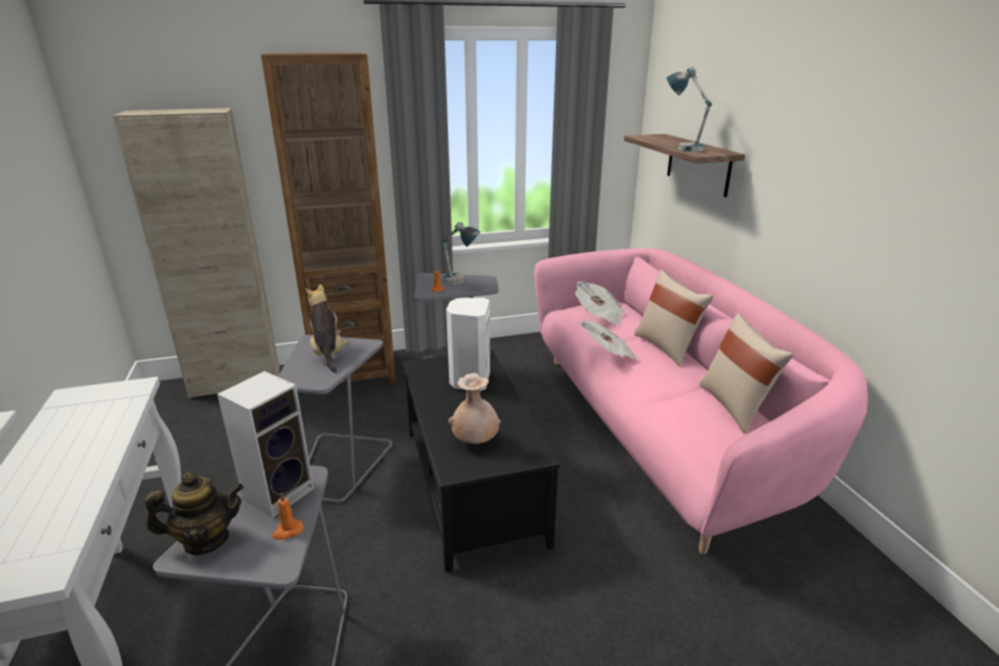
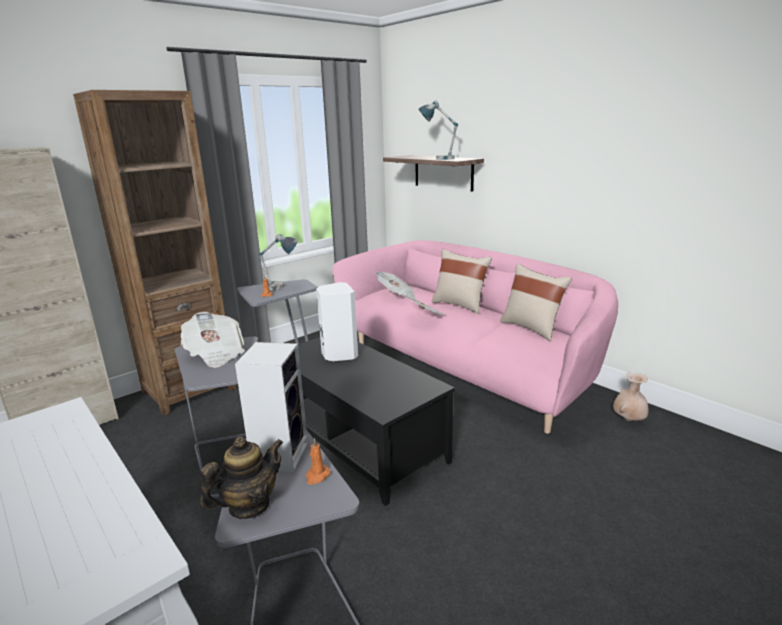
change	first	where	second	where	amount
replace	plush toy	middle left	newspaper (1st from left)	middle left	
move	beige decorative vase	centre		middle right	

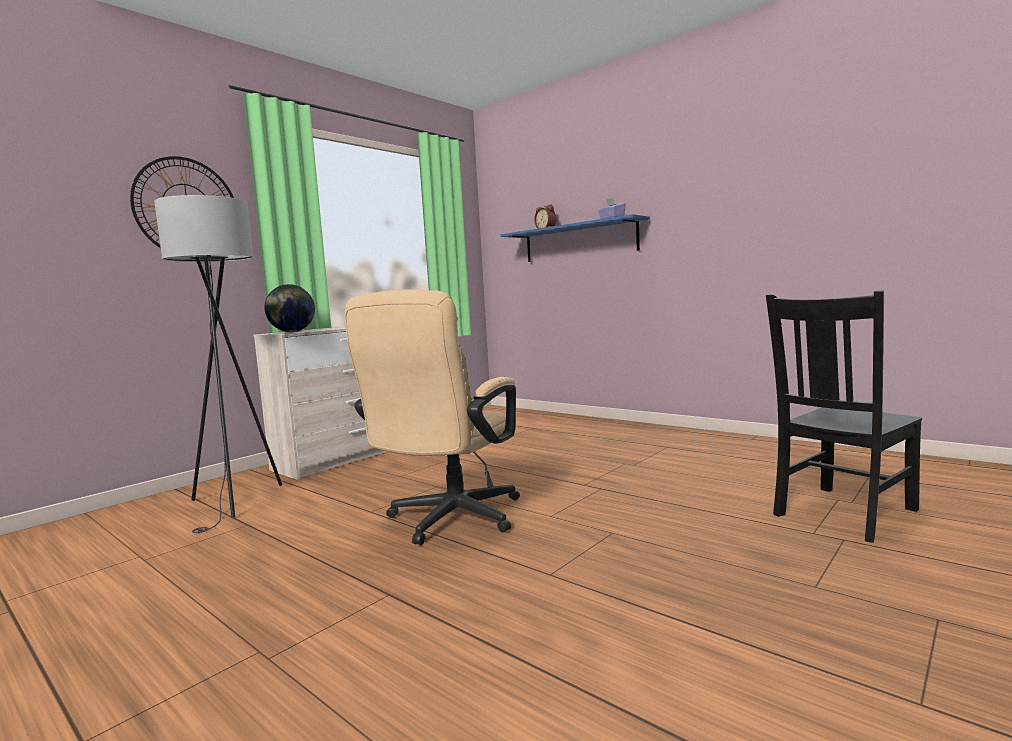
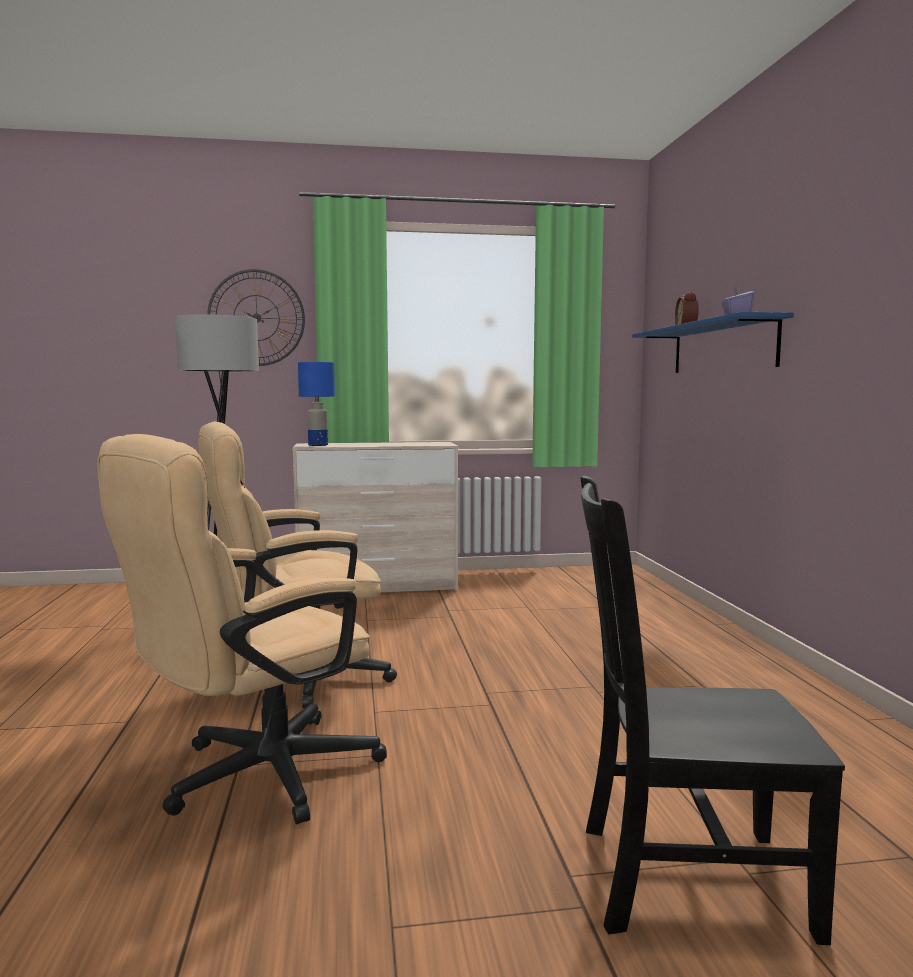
change	first	where	second	where	amount
insert			beige office chair (1st from left)	middle left	
replace	globe	middle left	bluish lamp for a table	centre	

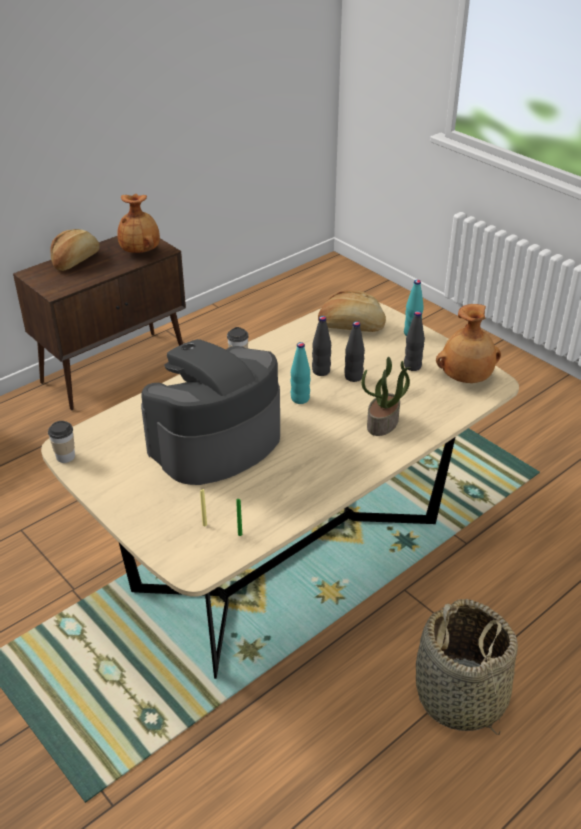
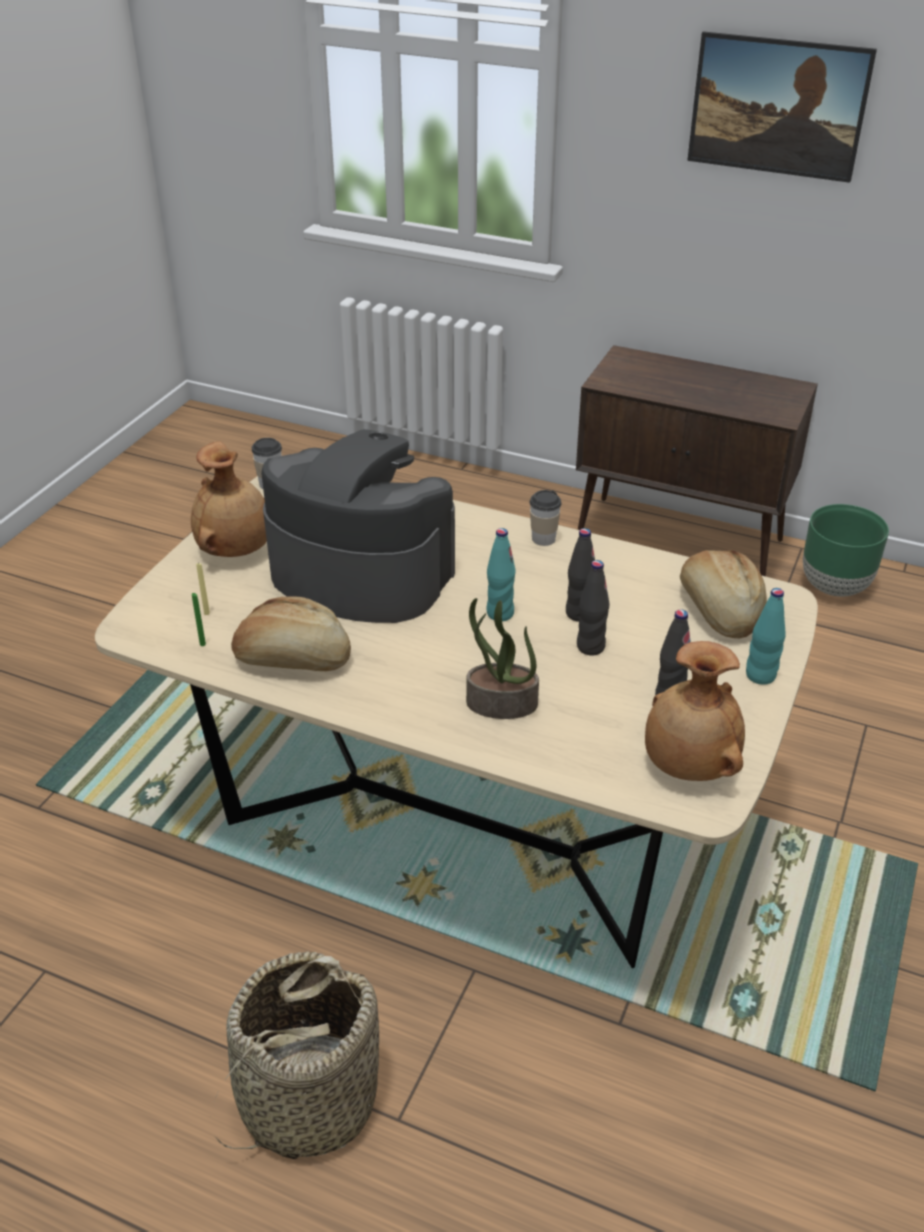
change	first	where	second	where	amount
move	brown decorative vase (1st from left)	top left		middle left	
move	bread (1st from left)	top left		middle left	
insert			wall art	top right	
insert			green planter	middle right	

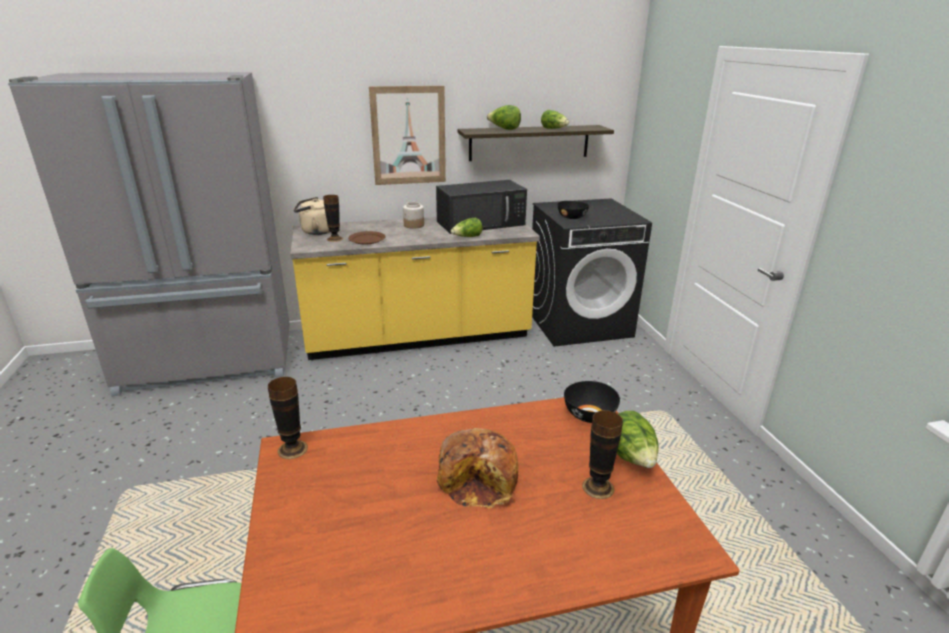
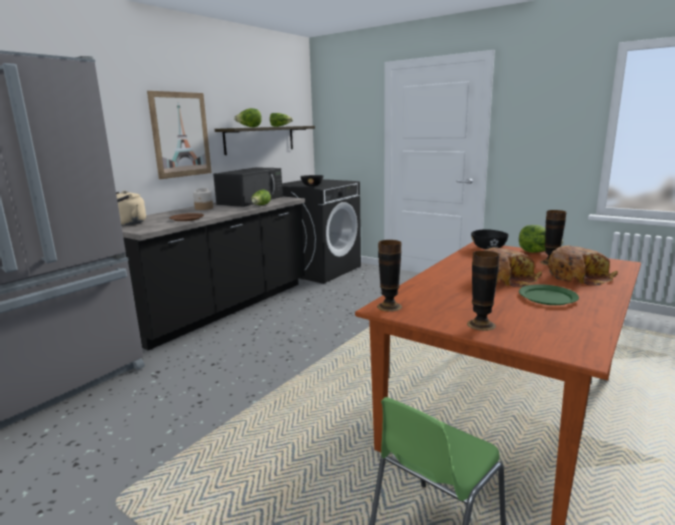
change	first	where	second	where	amount
recolor	yellowish counter	centre	black counter	middle left	
move	decorative vase (2nd from left)	centre		middle right	
insert			green flat dish	middle right	
insert			bread (2nd from left)	middle right	

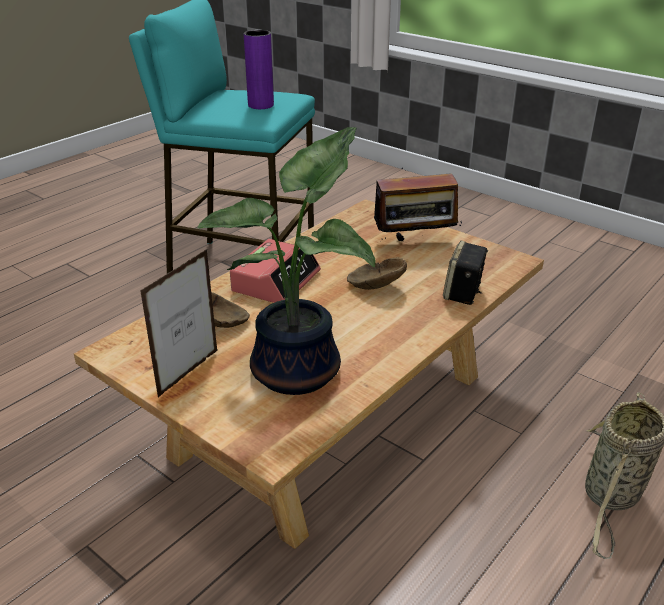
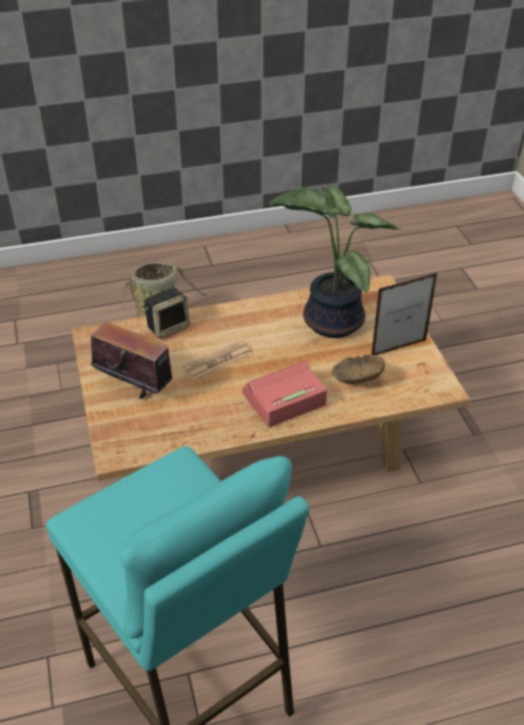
change	first	where	second	where	amount
replace	brown bowl (2nd from left)	centre	newspaper	centre	
delete	purple decorative vase	top centre			

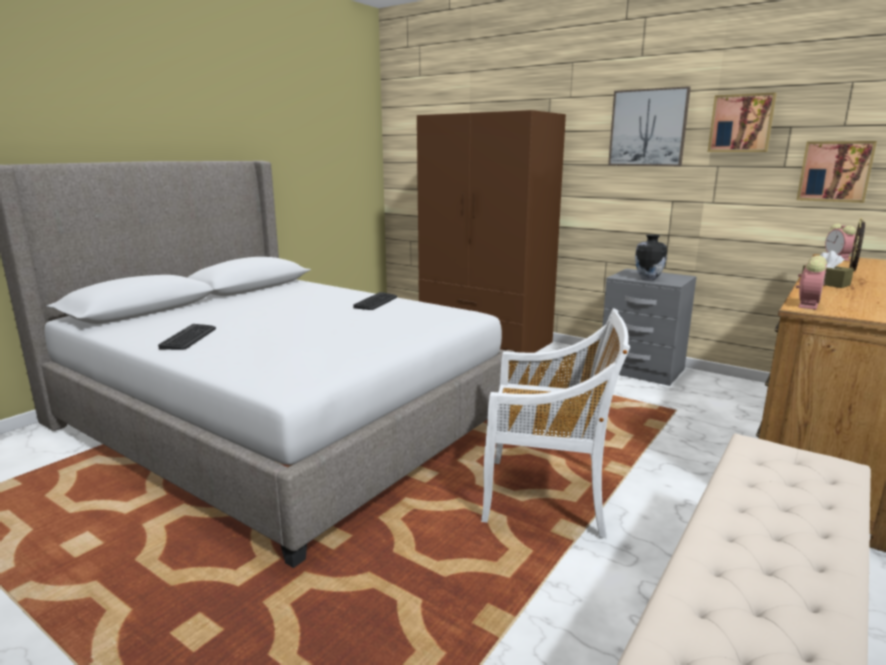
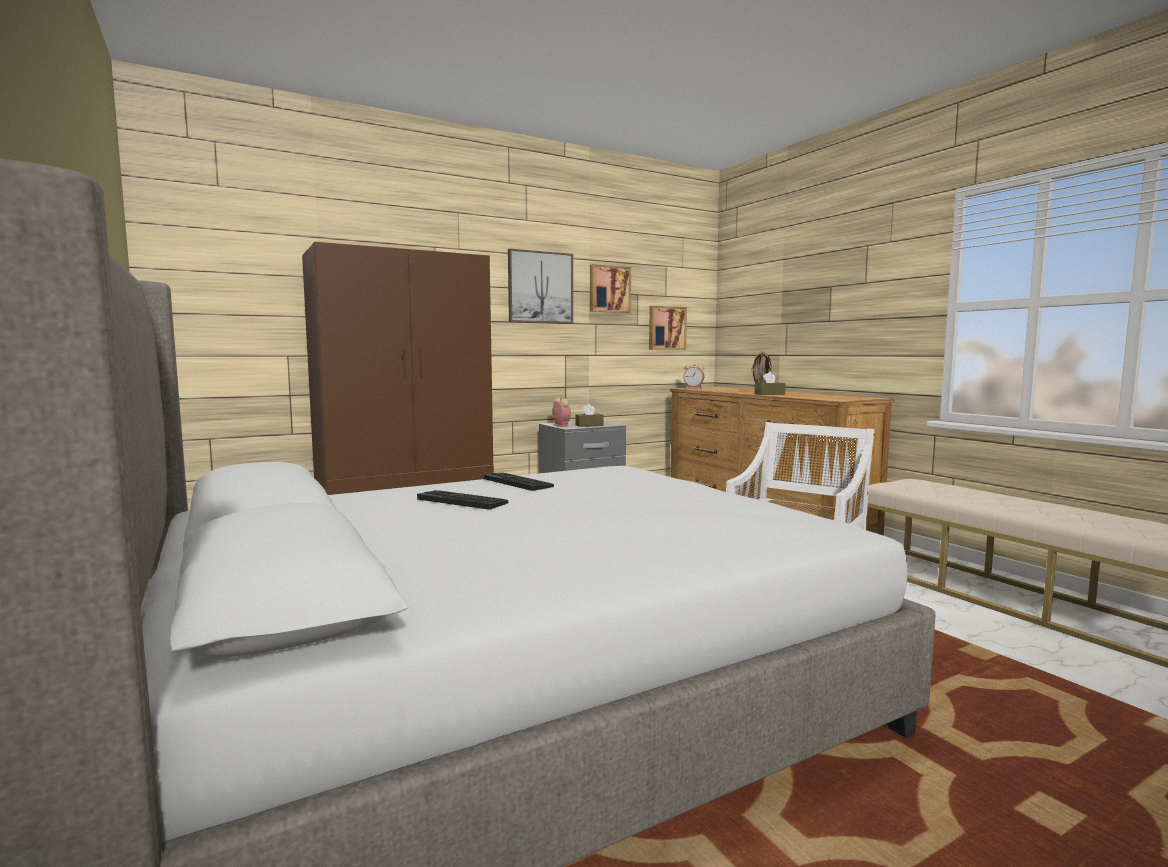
change	first	where	second	where	amount
move	computer keyboard (1st from left)	middle left		centre	
move	table clock (1st from left)	middle right		centre	
replace	decorative vase	middle right	brown tissue holder (1st from left)	centre	

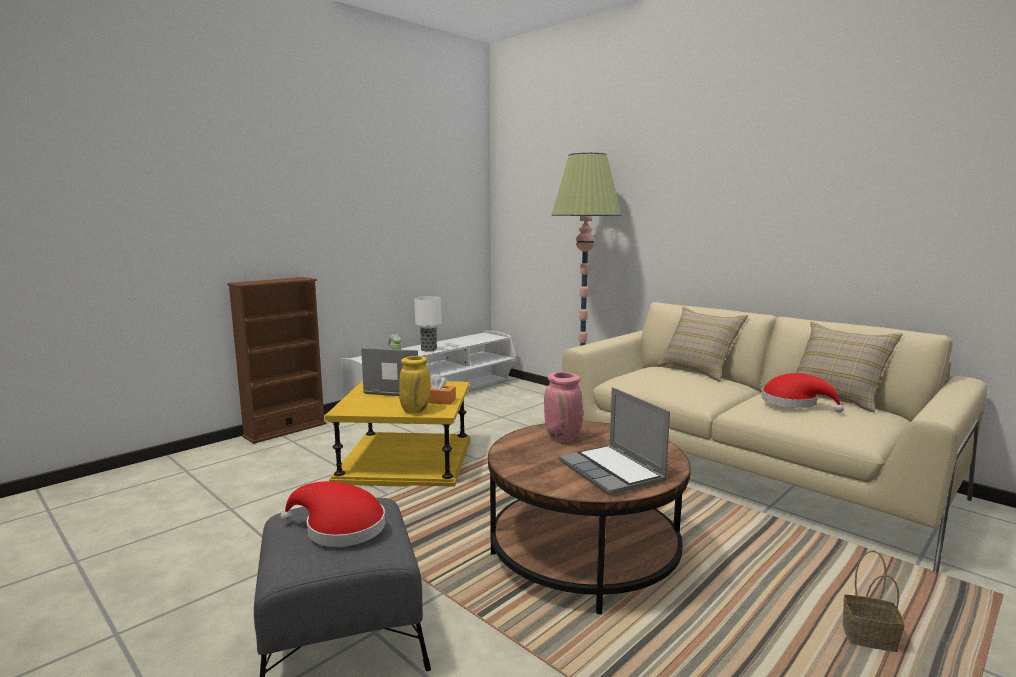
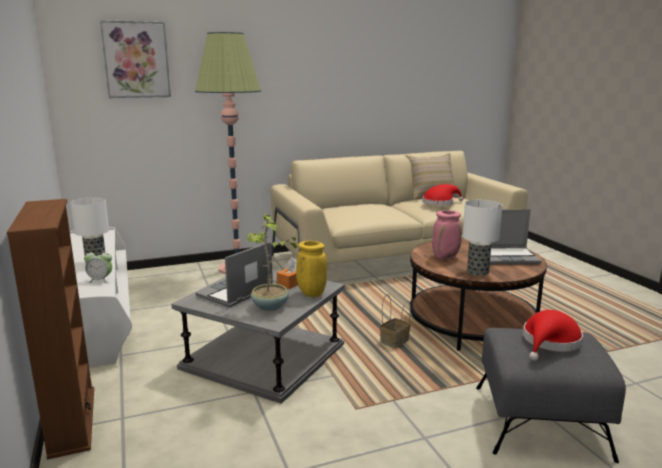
change	first	where	second	where	amount
insert			wall art	top left	
recolor	yellowish accent table	centre	gray accent table	bottom centre	
insert			plant in a pot	centre	
move	storage basket	bottom right		bottom centre	
insert			lamp for a table (2nd from left)	middle right	
delete	beige cushion (1st from left)	middle right			

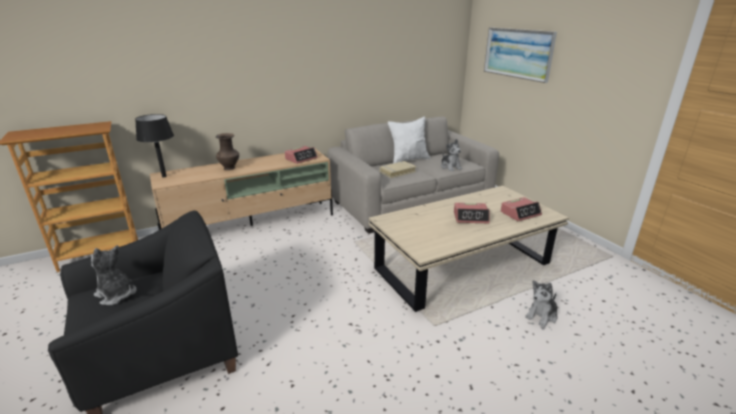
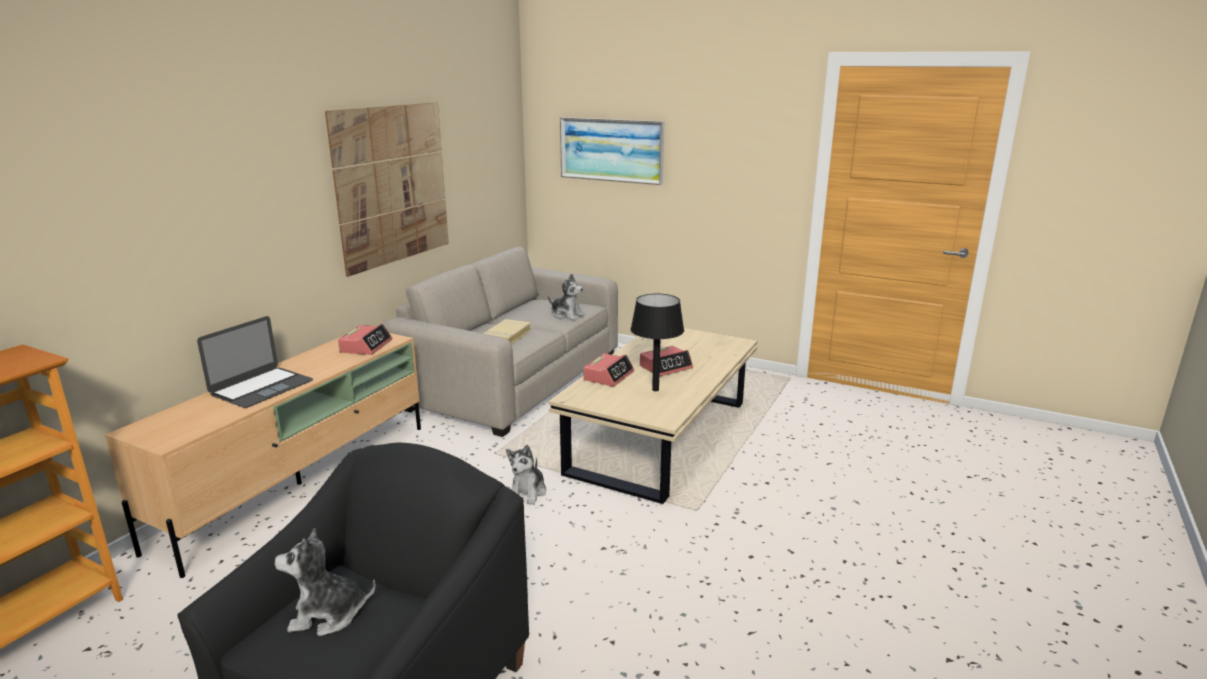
change	first	where	second	where	amount
replace	brown decorative vase	middle left	laptop	middle left	
insert			wall art (1st from left)	top left	
move	plush toy (3rd from left in the first image)	bottom right	plush toy (2nd from left)	bottom centre	
move	table clock (3rd from left in the first image)	middle right	table clock (2nd from left)	centre	
move	black lamp for a table	middle left		centre	
delete	white cushion	centre			

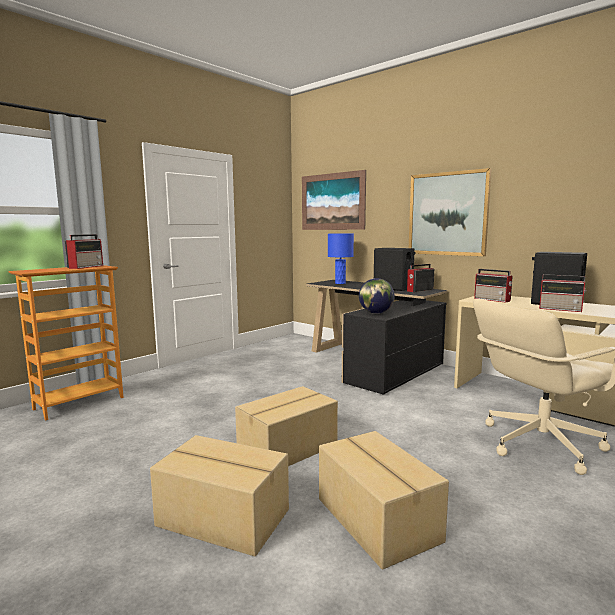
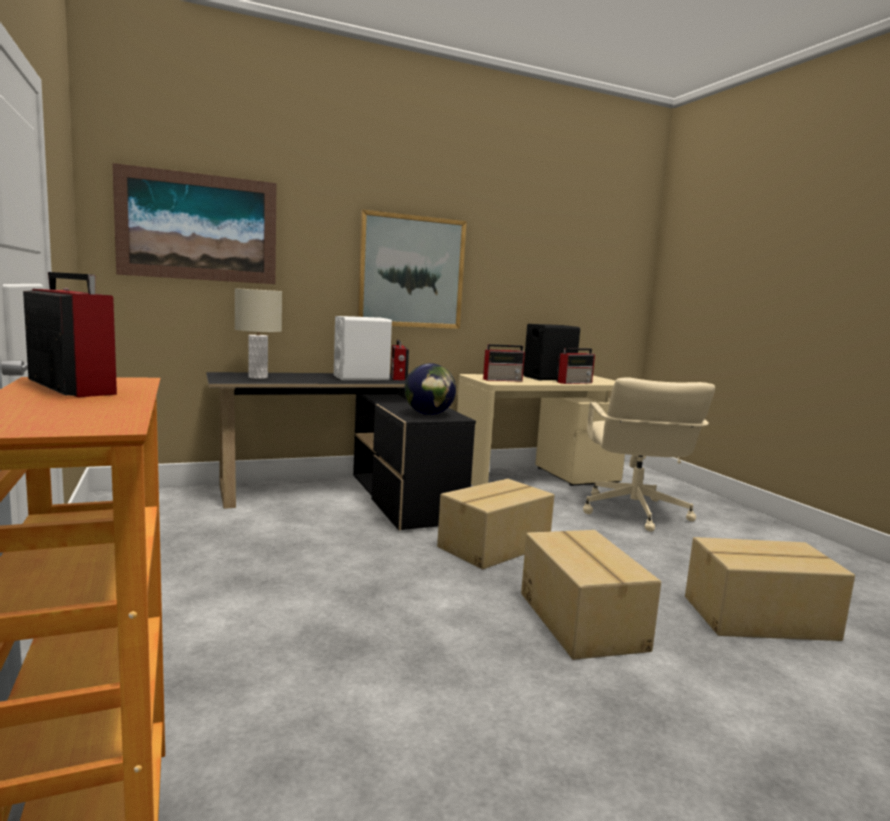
change	first	where	second	where	amount
recolor	bluish lamp for a table	centre	beige lamp for a table	middle left	
recolor	black audio speaker (1st from left)	centre	white audio speaker	centre	
move	cardboard box (1st from left)	bottom centre		centre	

